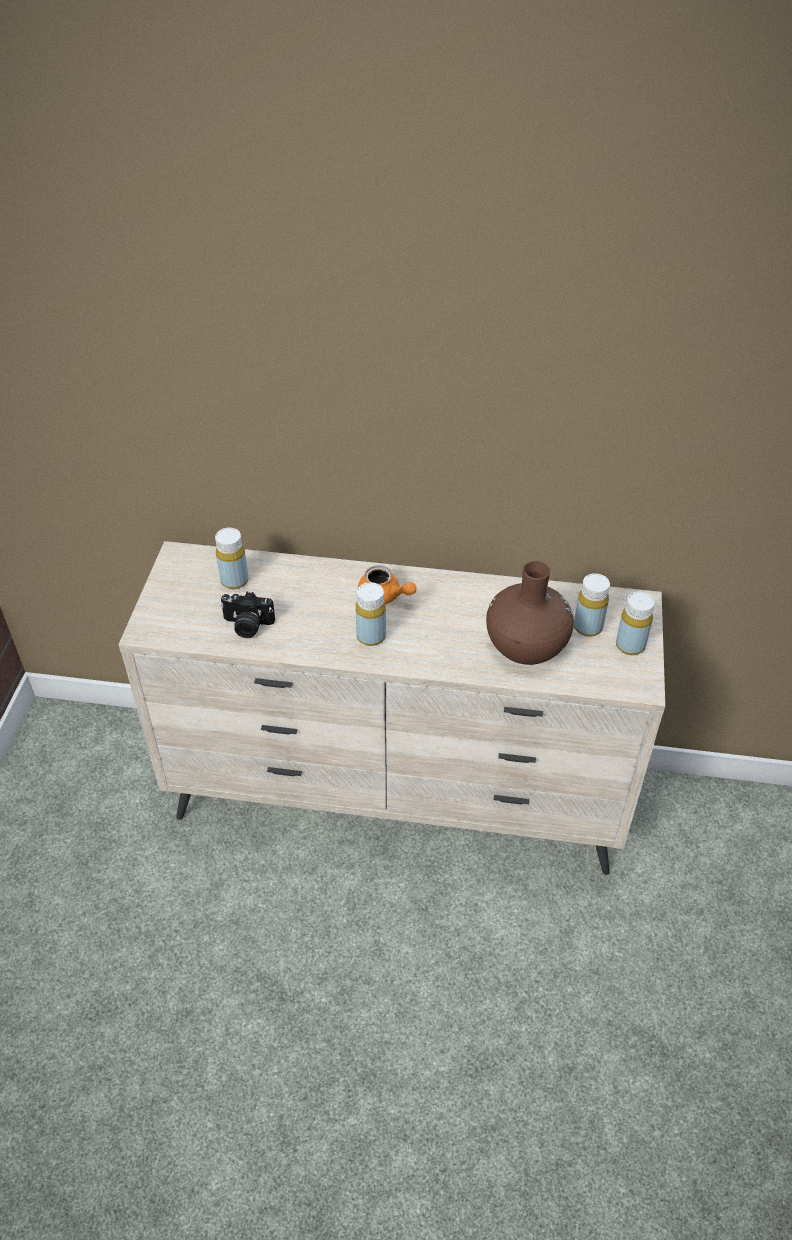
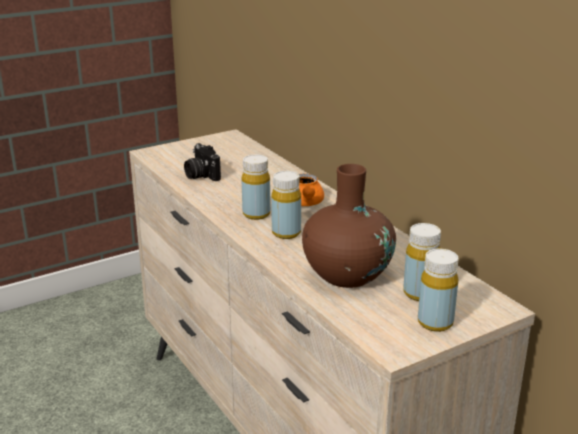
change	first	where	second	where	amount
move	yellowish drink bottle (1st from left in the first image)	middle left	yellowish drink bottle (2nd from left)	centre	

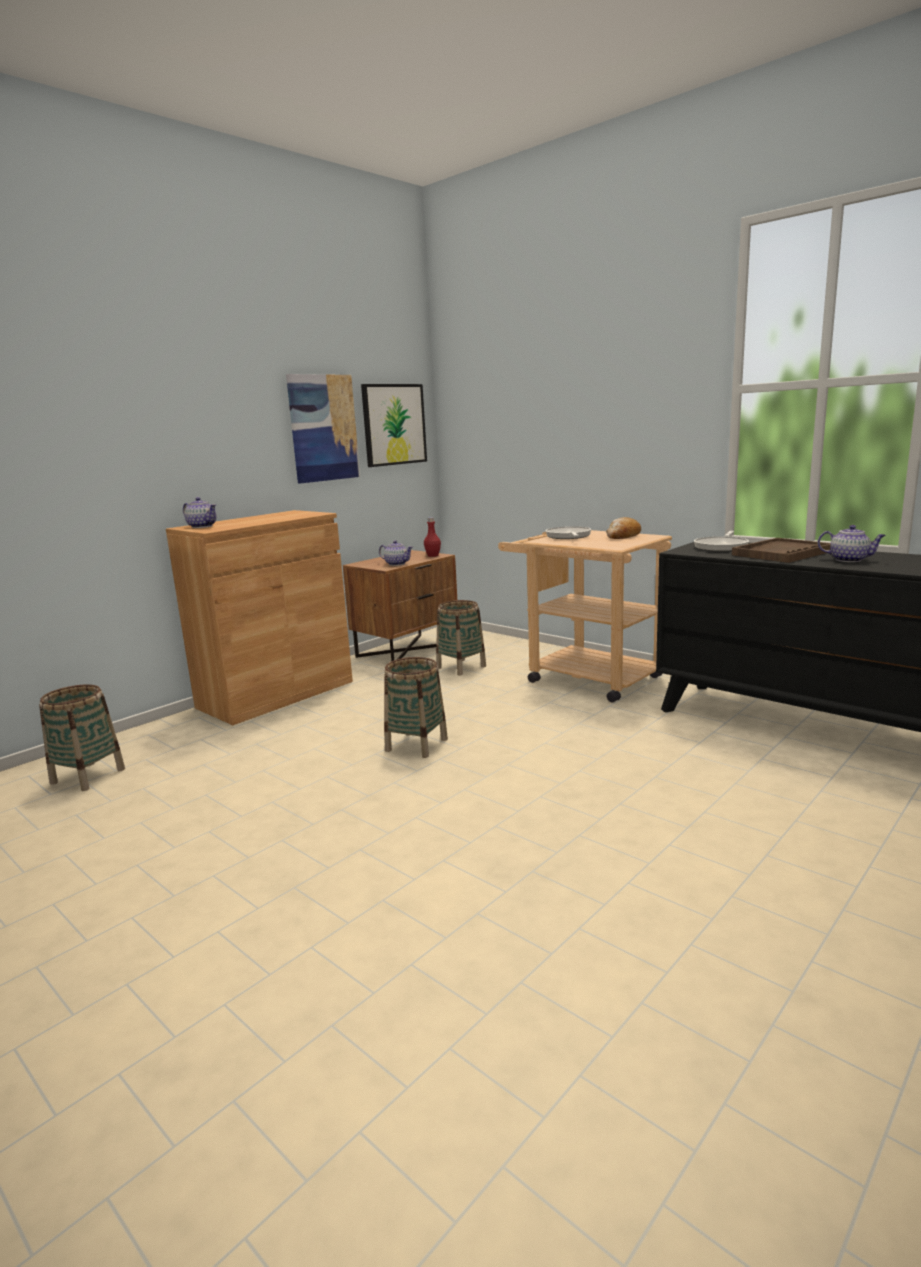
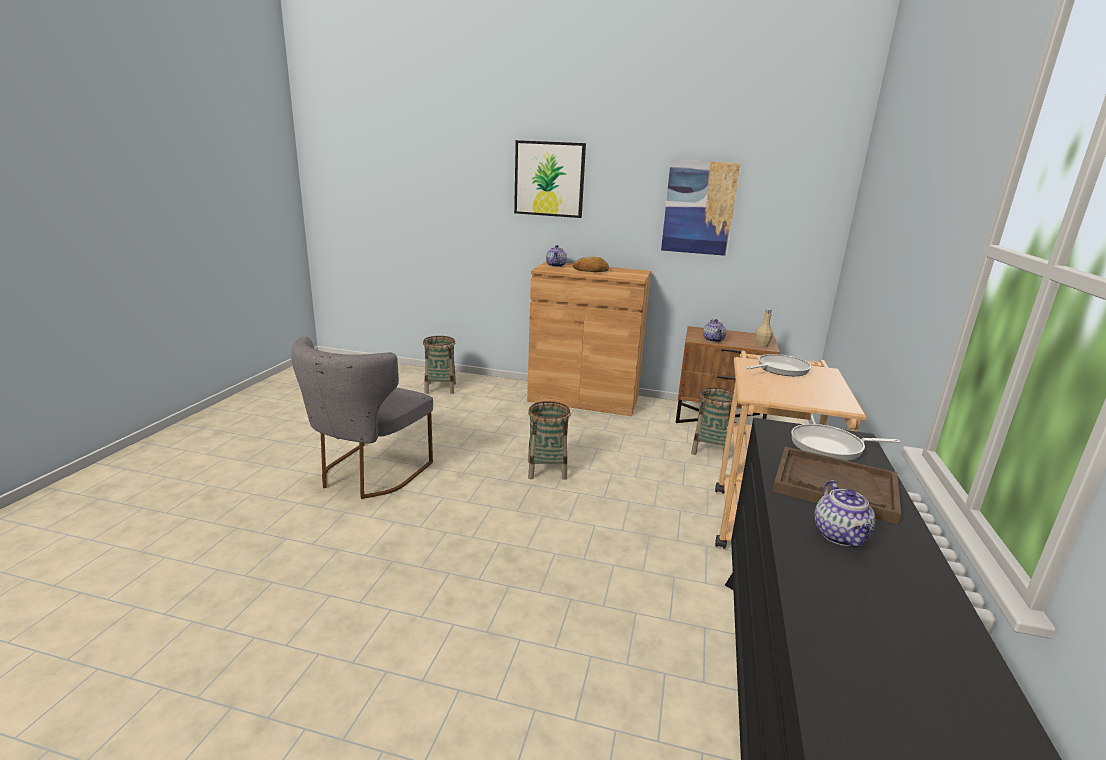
change	first	where	second	where	amount
insert			gray upright chair	middle left	
move	wall art (2nd from left in the first image)	centre	wall art (1st from left)	top centre	
move	bread	middle right		centre	
recolor	red drink bottle	centre	beige drink bottle	middle right	

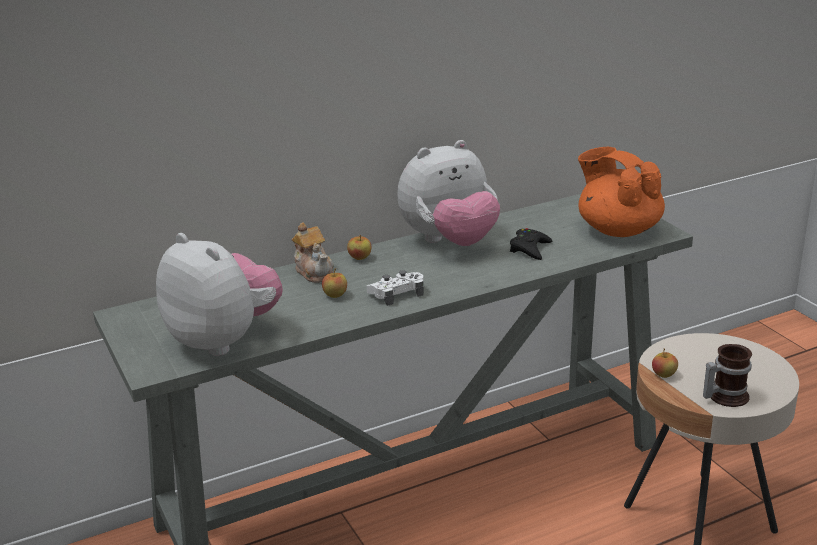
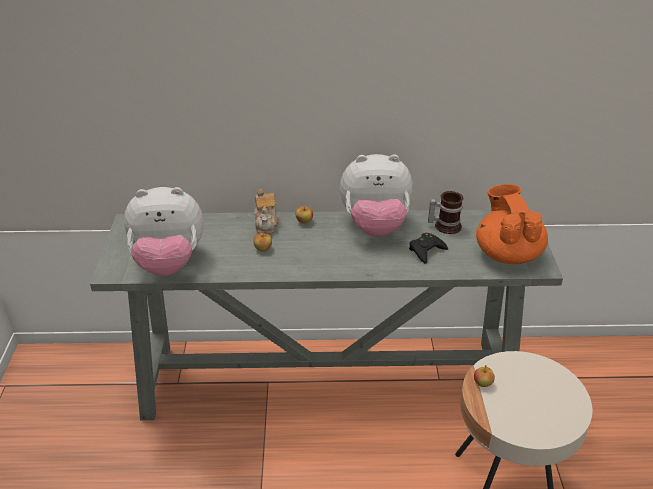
change	first	where	second	where	amount
rotate	plush toy (1st from left)	middle left		middle left	105 degrees clockwise
move	coffee mug	bottom right		middle right	
delete	white gamepad	centre			

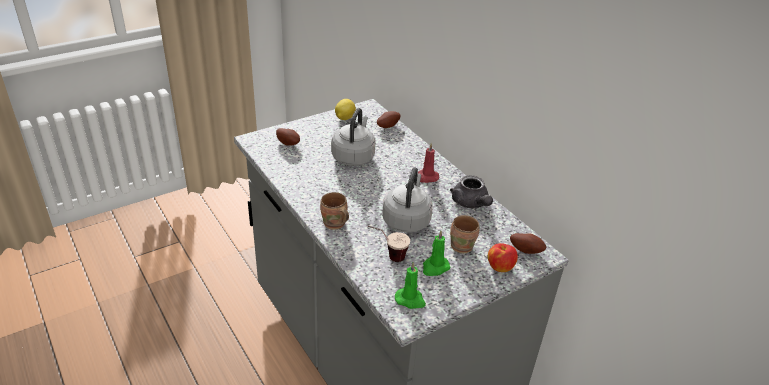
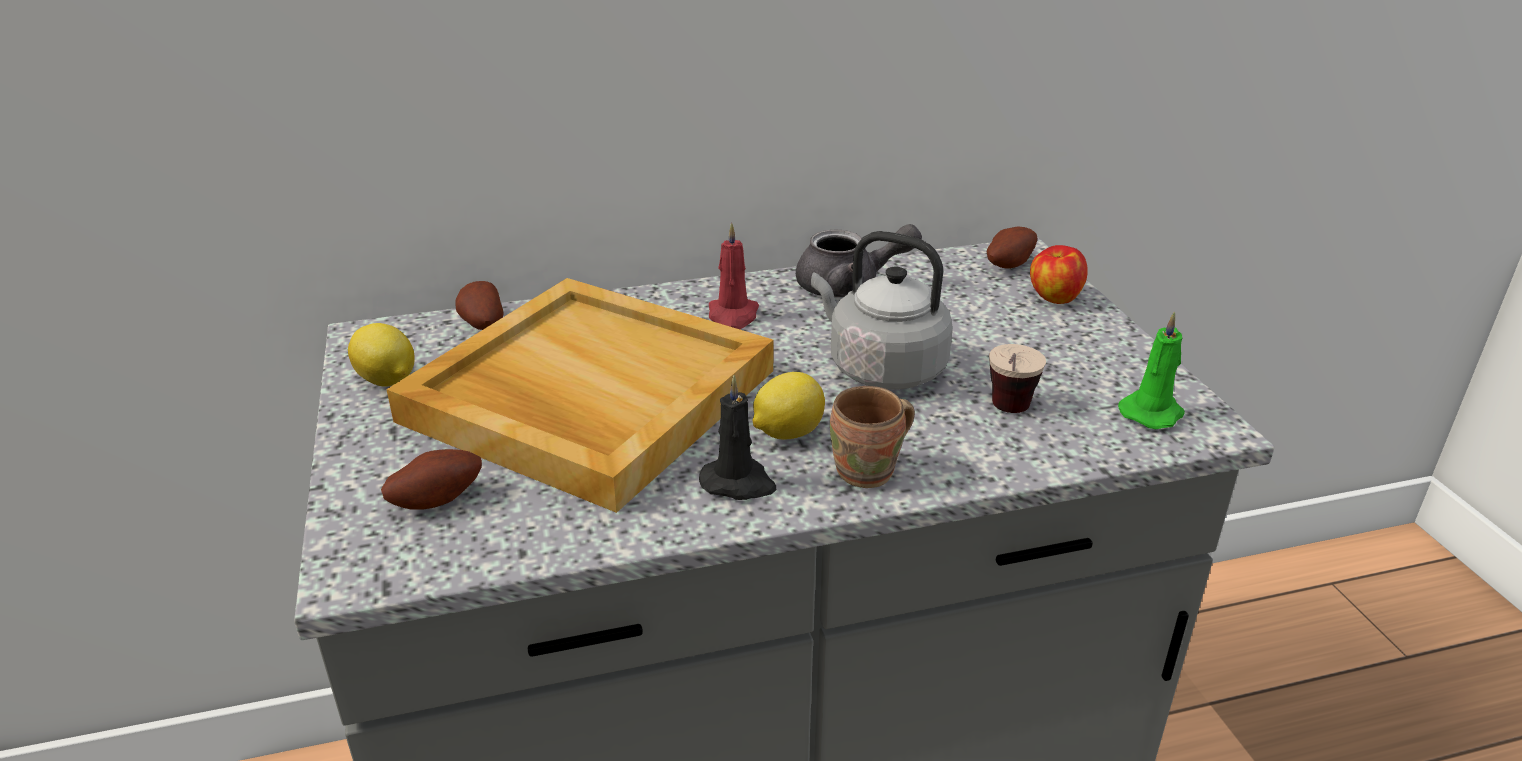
change	first	where	second	where	amount
replace	gray kettle (1st from left)	centre	beige tray	centre	
insert			black candle	centre	
insert			lemon (2nd from left)	centre	
delete	green candle (2nd from left)	centre			
delete	brown coffee mug (2nd from left)	centre			

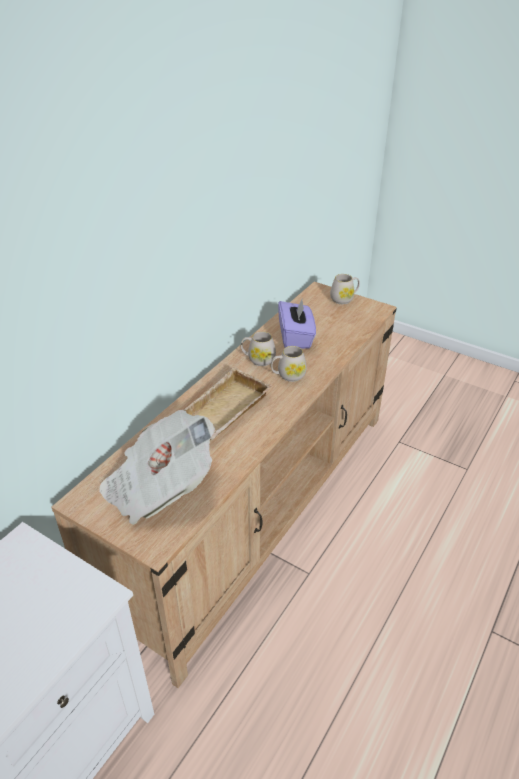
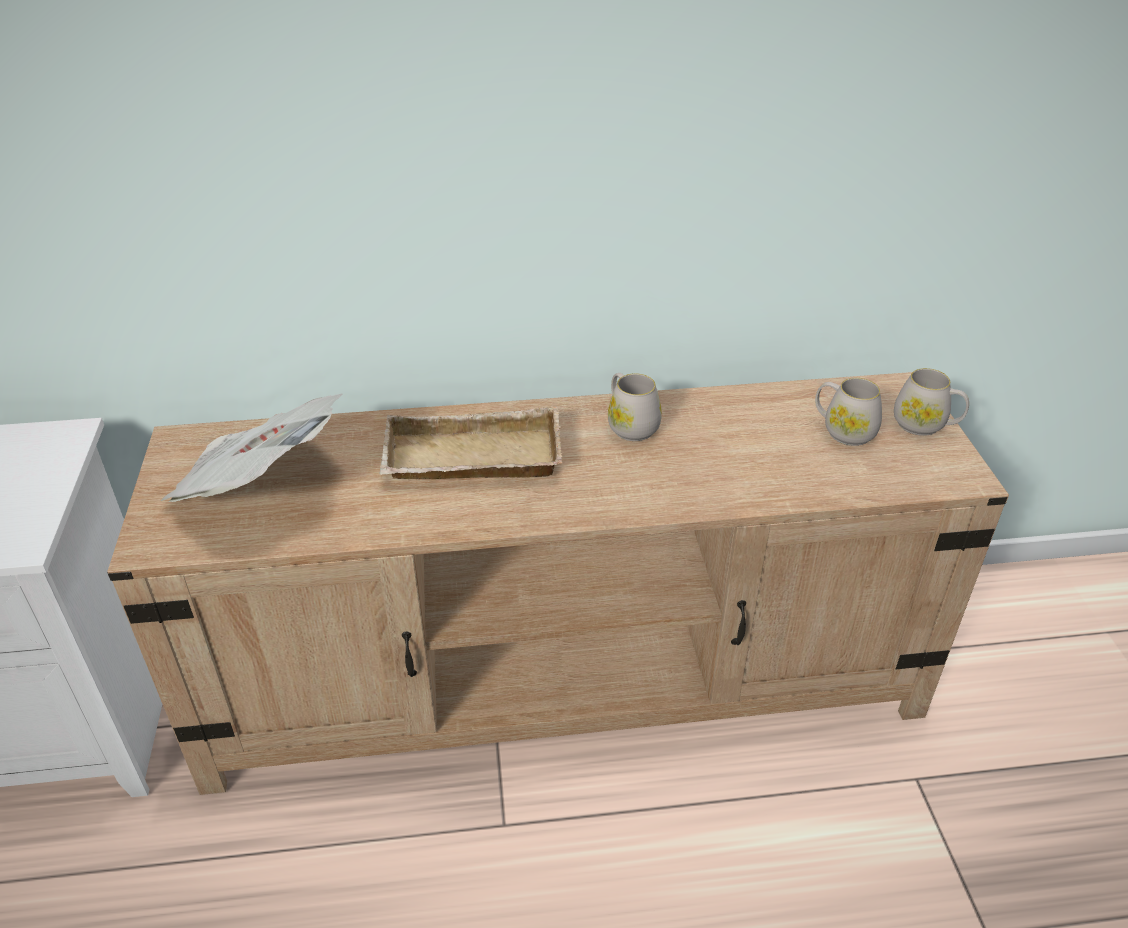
change	first	where	second	where	amount
move	white coffee mug (2nd from left)	centre		middle right	
delete	purple tissue holder	centre			

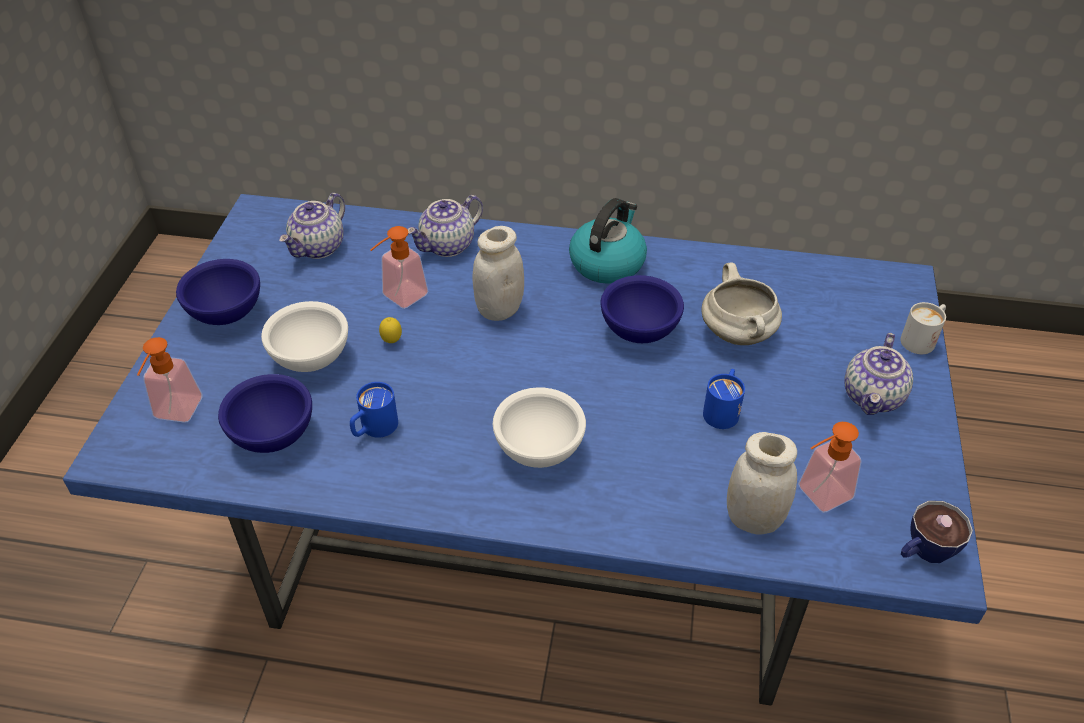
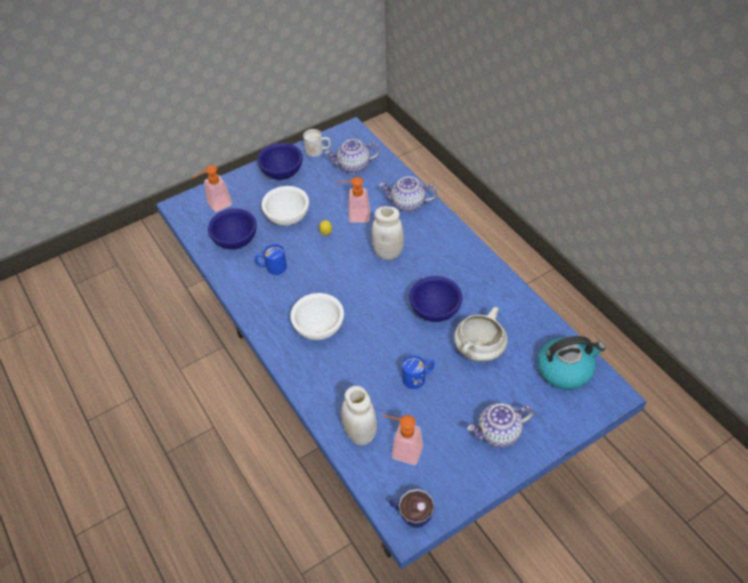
change	first	where	second	where	amount
move	white coffee mug	middle right		top centre	
move	kettle	centre		middle right	

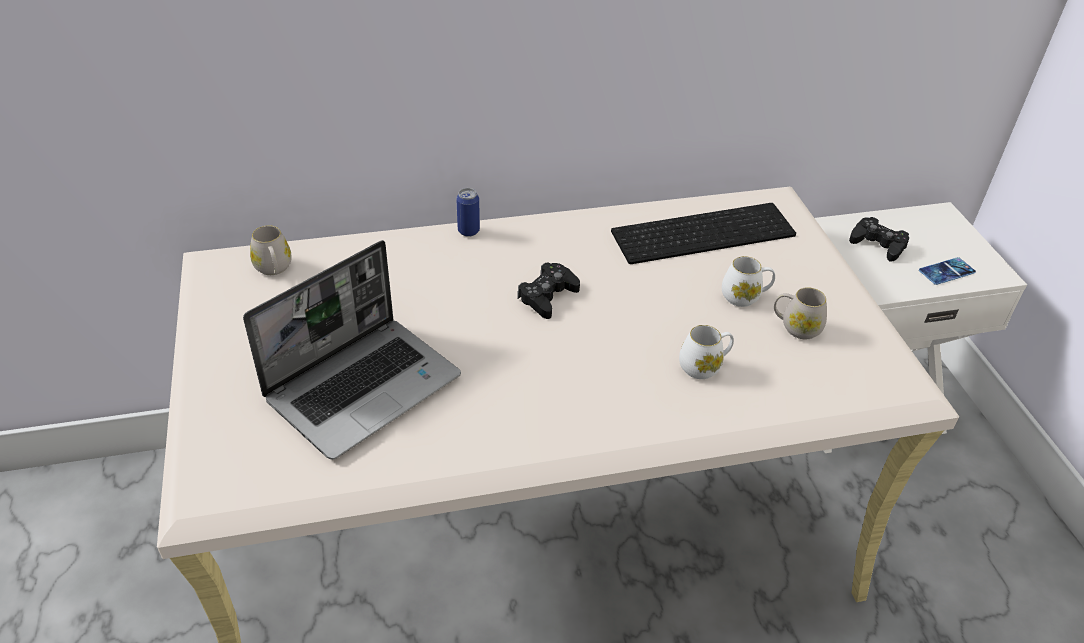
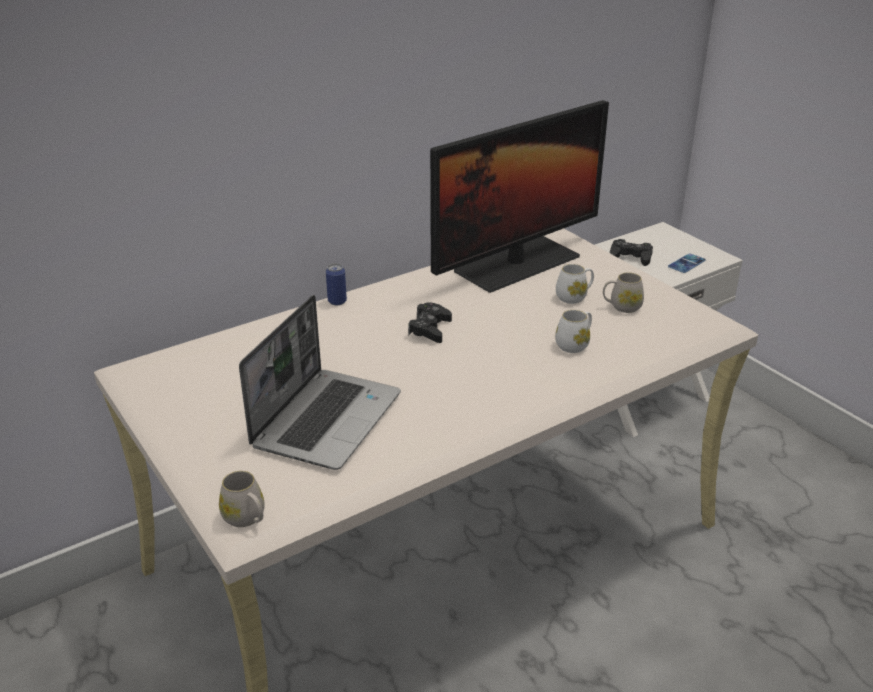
change	first	where	second	where	amount
move	white coffee mug (1st from left)	middle left		bottom left	
replace	computer keyboard	centre	computer screen	top centre	

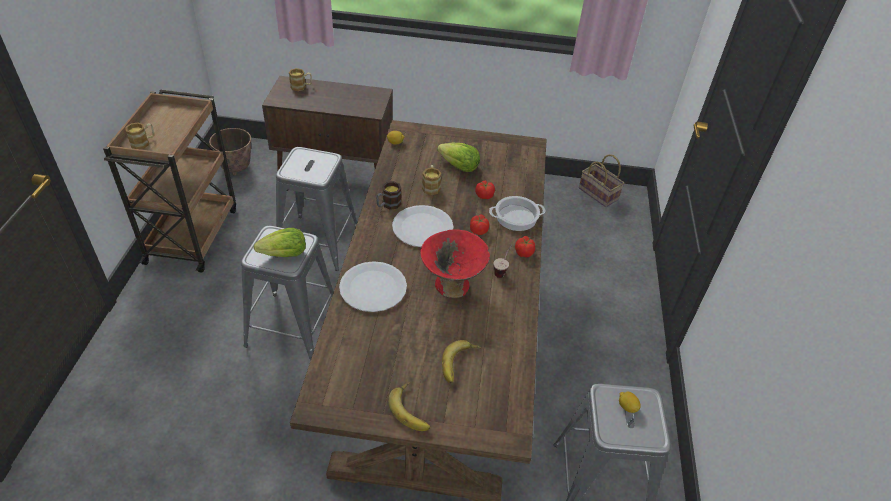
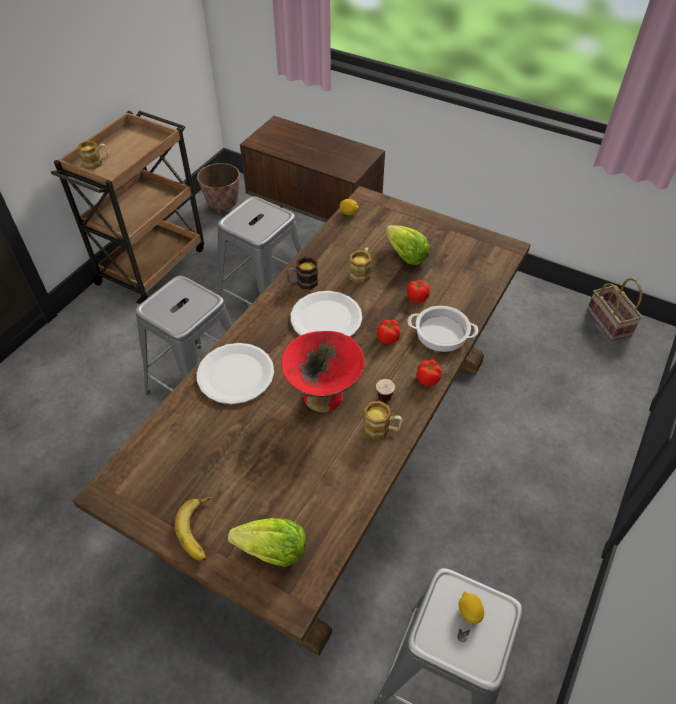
change	first	where	second	where	amount
move	head of lettuce (1st from left)	middle left		bottom centre	
move	coffee mug (2nd from left in the first image)	top centre	coffee mug (4th from left)	centre	
delete	whole banana (2nd from left)	bottom centre			

